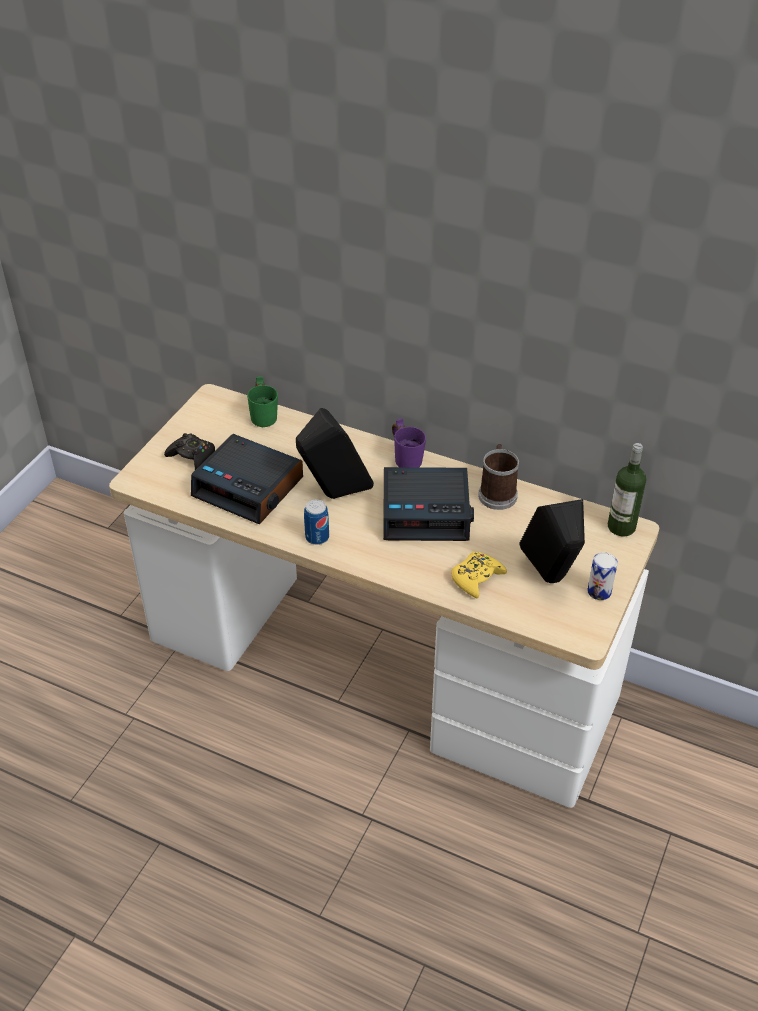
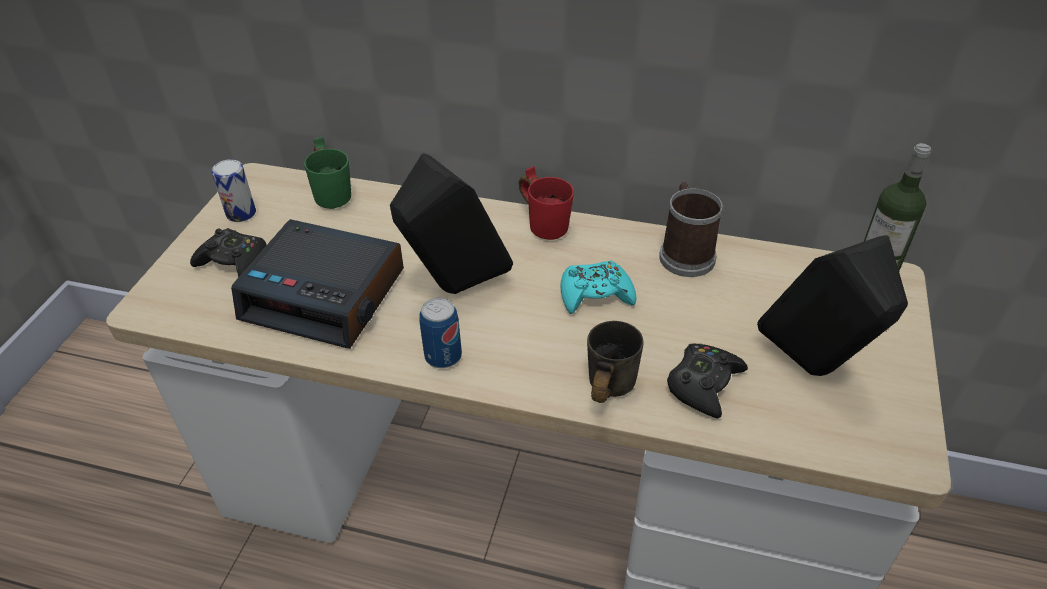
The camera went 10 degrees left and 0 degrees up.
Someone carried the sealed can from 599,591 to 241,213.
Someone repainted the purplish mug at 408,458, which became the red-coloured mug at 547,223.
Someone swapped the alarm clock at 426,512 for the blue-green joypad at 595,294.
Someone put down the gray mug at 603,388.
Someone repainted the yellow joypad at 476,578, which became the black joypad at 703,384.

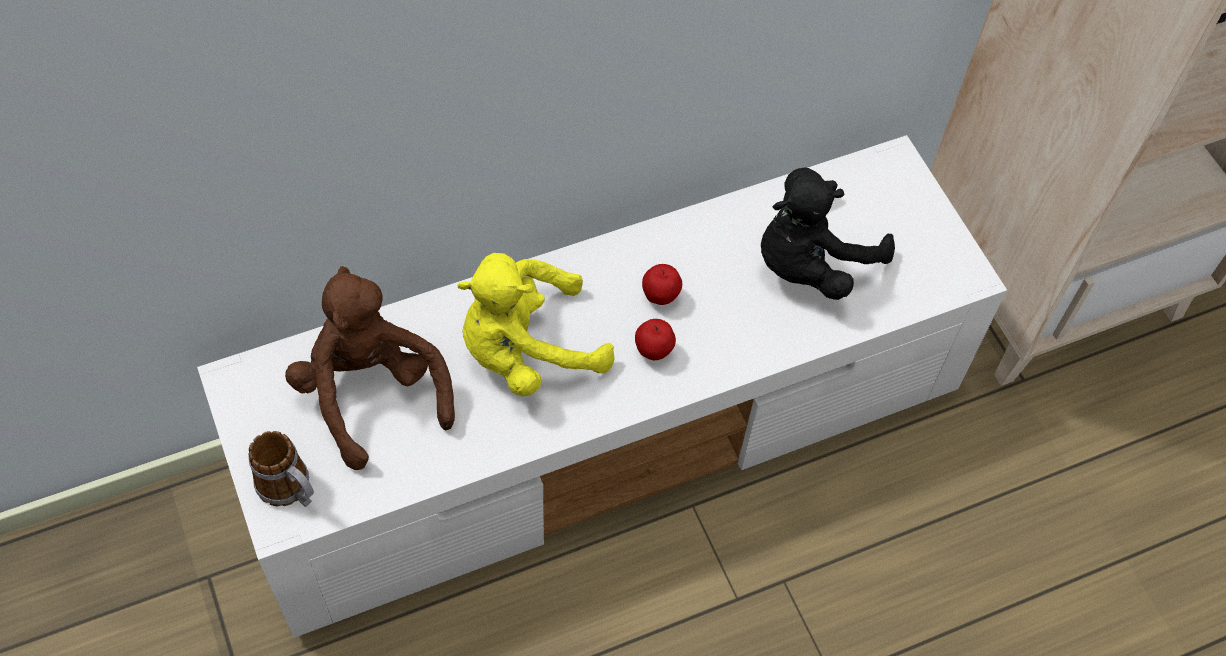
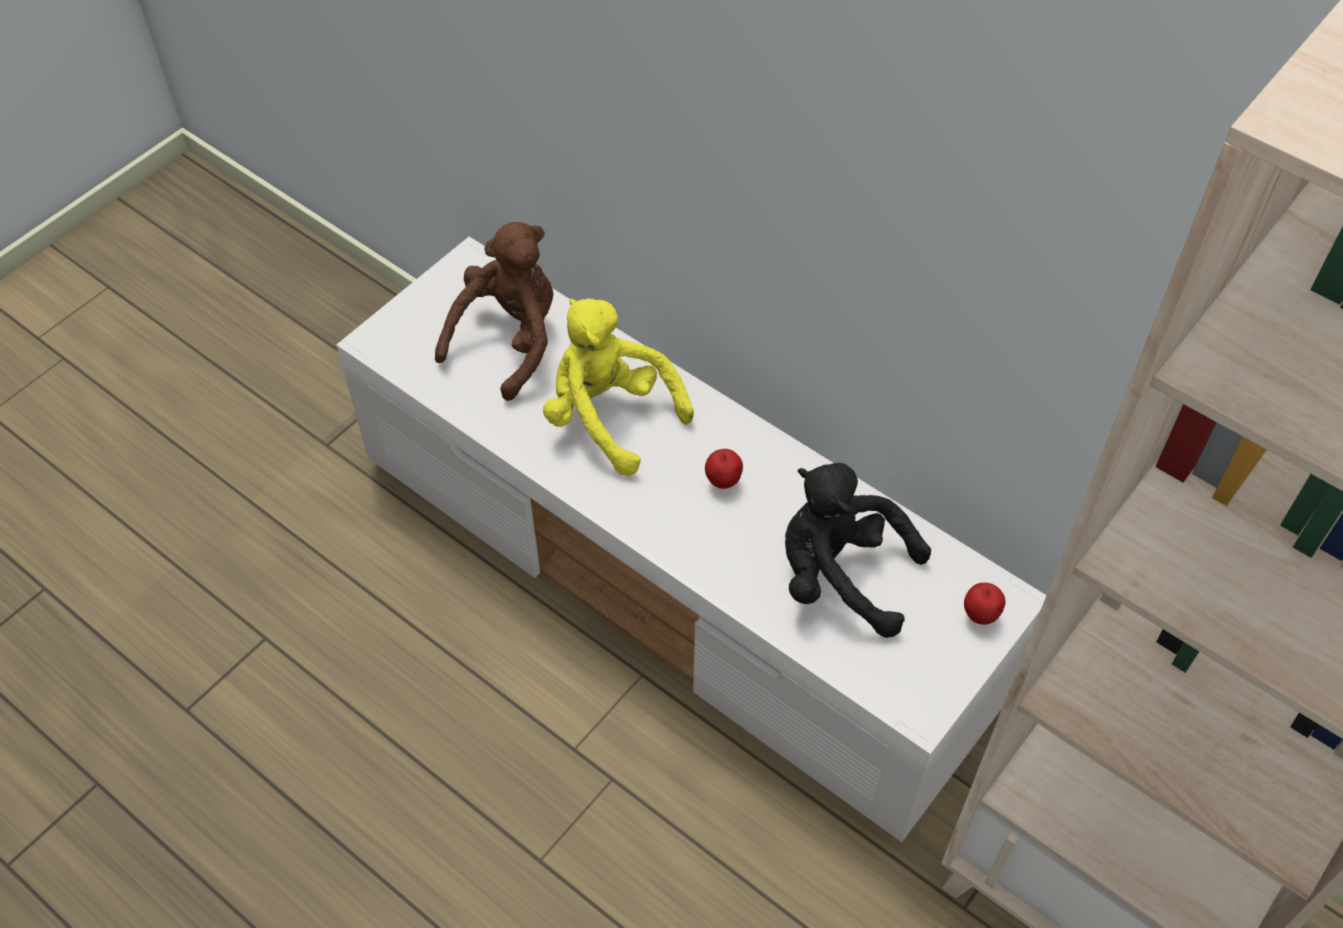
The camera went 65 degrees right and 5 degrees down.
Someone carried the apple from 653,352 to 979,616.
Someone took away the mug at 291,490.

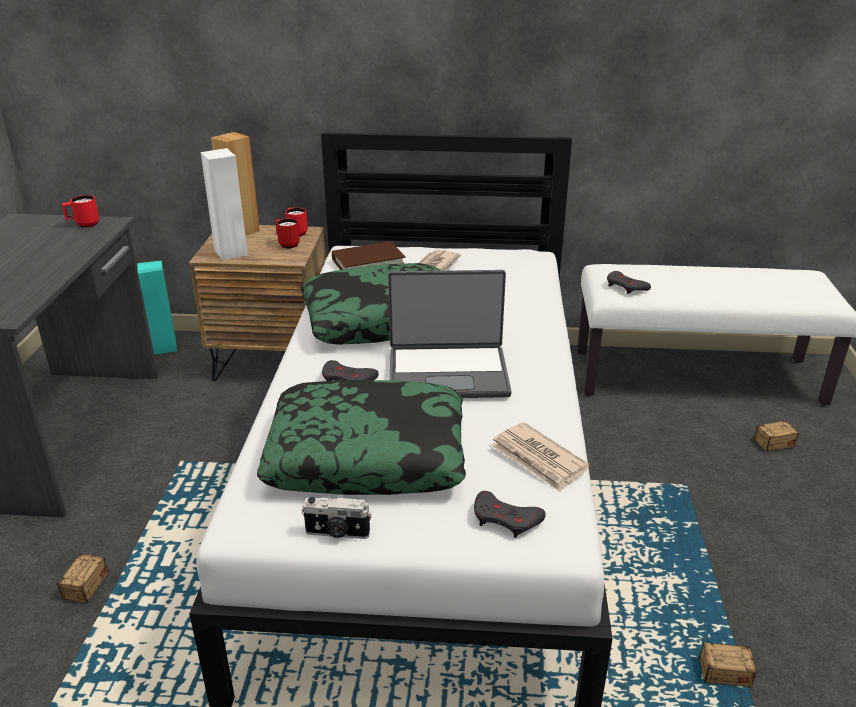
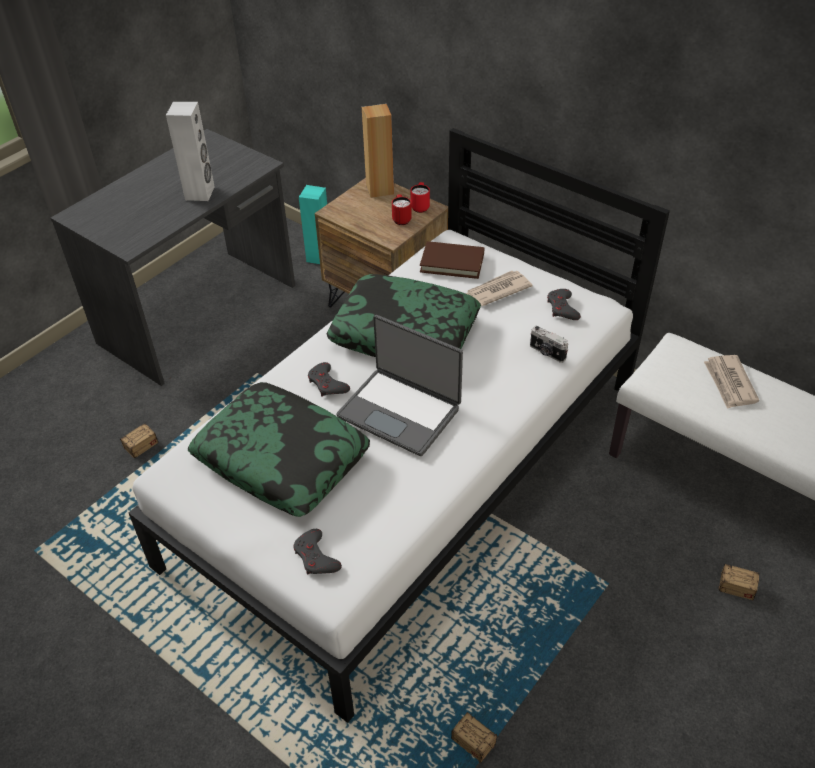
The camera went 35 degrees right and 15 degrees up.
Someone carried the white-coloured loudspeaker from 231,252 to 200,193.
Someone carried the still camera from 337,533 to 547,353.
Someone carried the gray joypad from 626,286 to 562,308.
Someone carried the newspaper from 538,459 to 729,383.
Someone took away the red-coloured mug at 83,225.

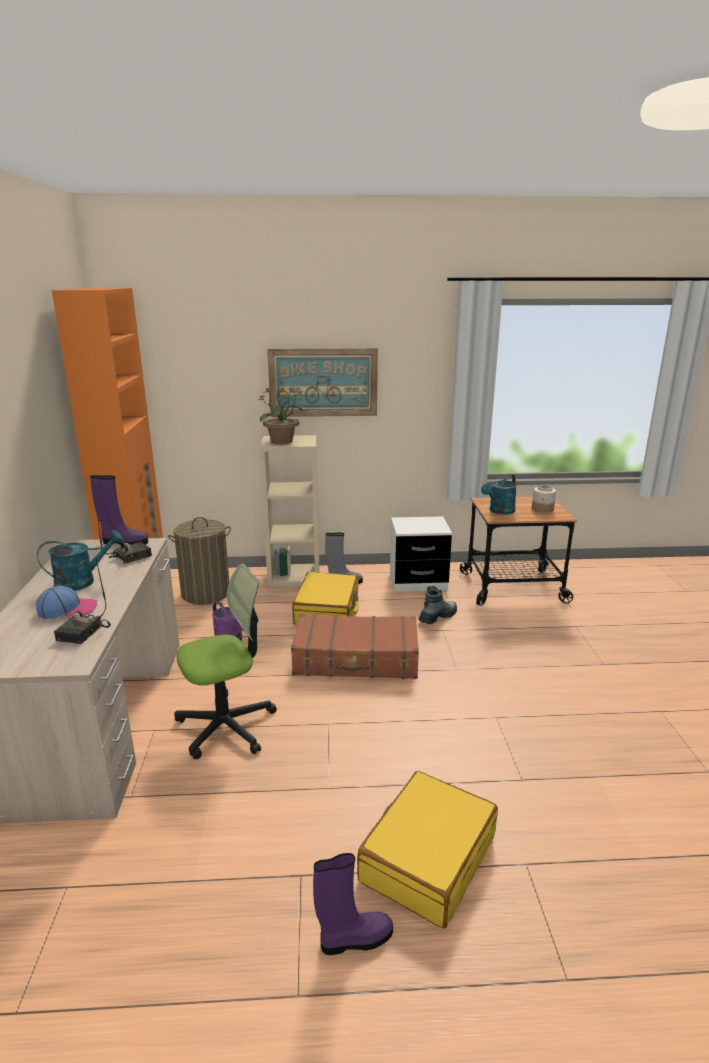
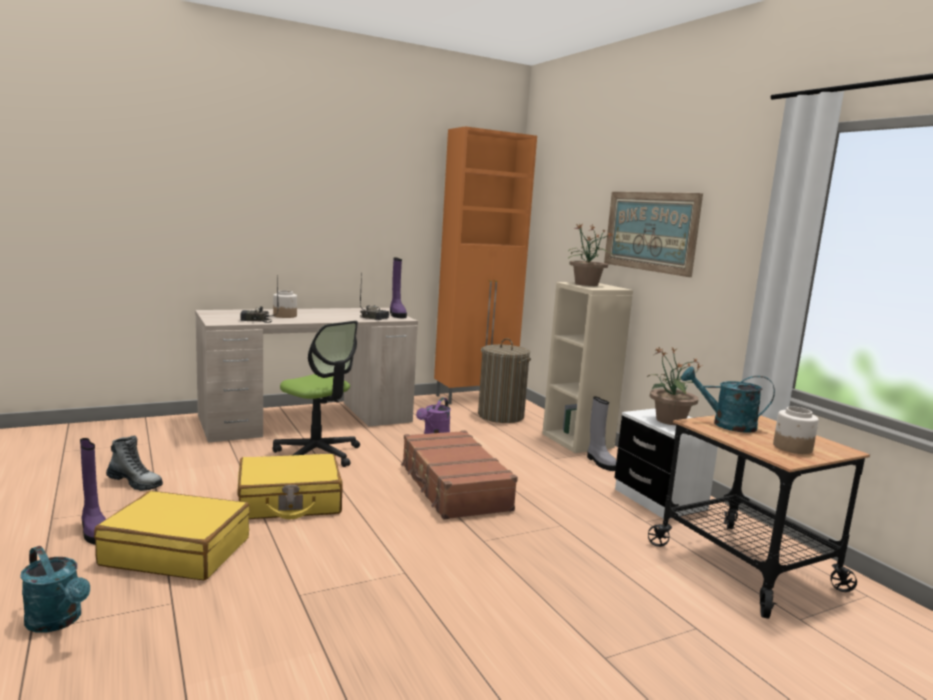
The camera went 65 degrees right and 10 degrees down.
Someone carried the blue-green sprinkling can from 82,581 to 58,621.
Someone carried the high-top boot from 437,617 to 135,483.
Someone carried the yellow piece of luggage from 327,611 to 289,501.
Someone swapped the baseball cap at 68,609 for the preserve jar at 285,316.
Someone put down the houseplant at 669,421.

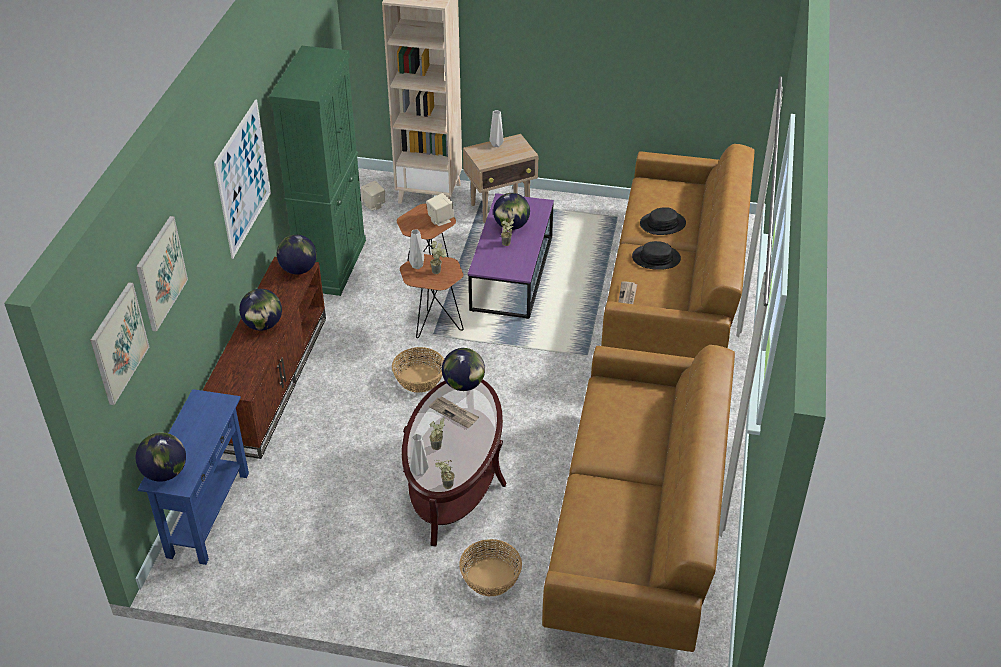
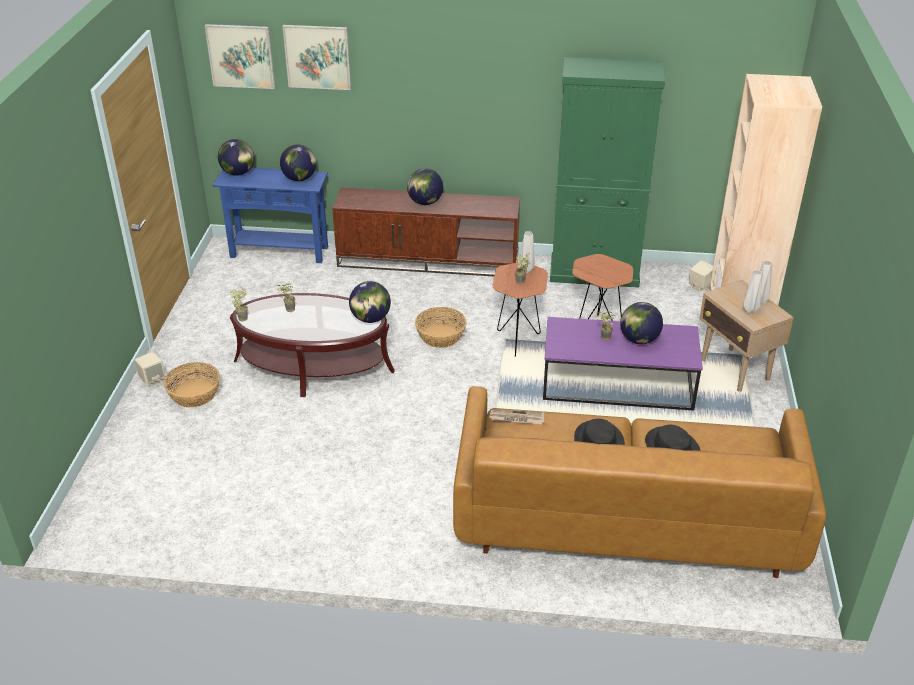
The camera went 85 degrees right and 5 degrees down.
Someone carried the beige-coloured loudspeaker from 440,220 to 152,379.
Someone carried the world globe from 298,269 to 300,179.
Someone carried the gray decorative vase from 418,471 to 750,310.
Someone took away the wall picture at 243,178.
Someone took away the newspaper at 454,413.
Someone took away the brown-coloured settee at 638,525.

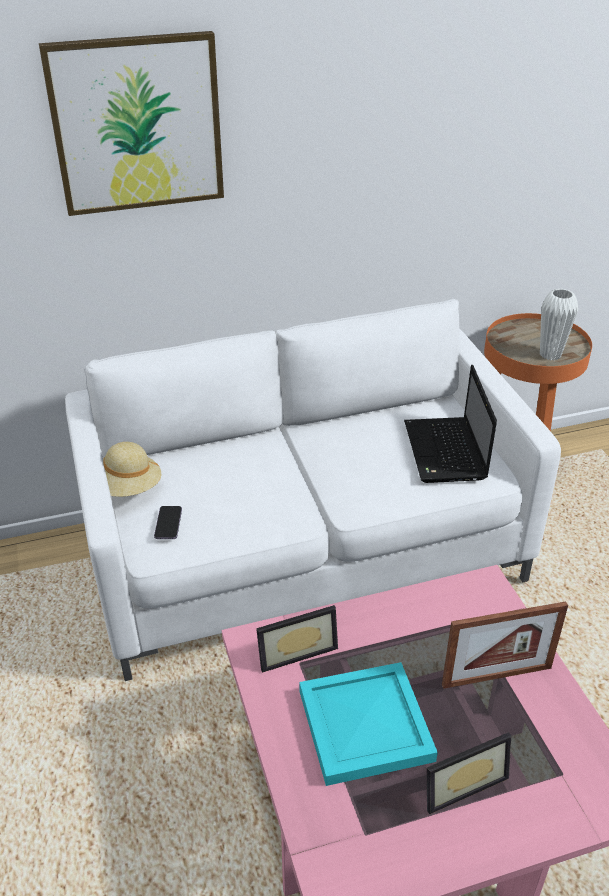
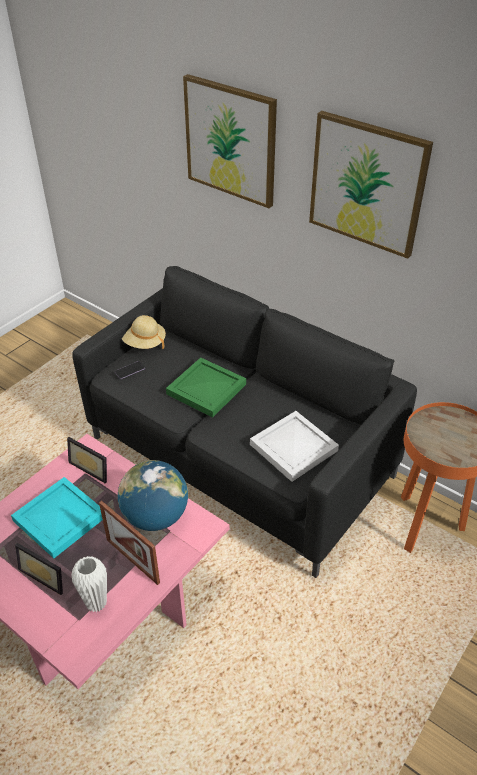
The camera went 55 degrees right and 5 degrees up.
Someone carried the white-coloured decorative vase from 550,355 to 96,603.
Someone repainted the white-coloured settee at 304,557, which became the black settee at 239,458.
Someone put down the world globe at 155,516.
Someone put down the green serving tray at 207,389.
Someone swapped the portable computer at 446,452 for the white-coloured serving tray at 293,449.
Someone put up the wall picture at 367,184.

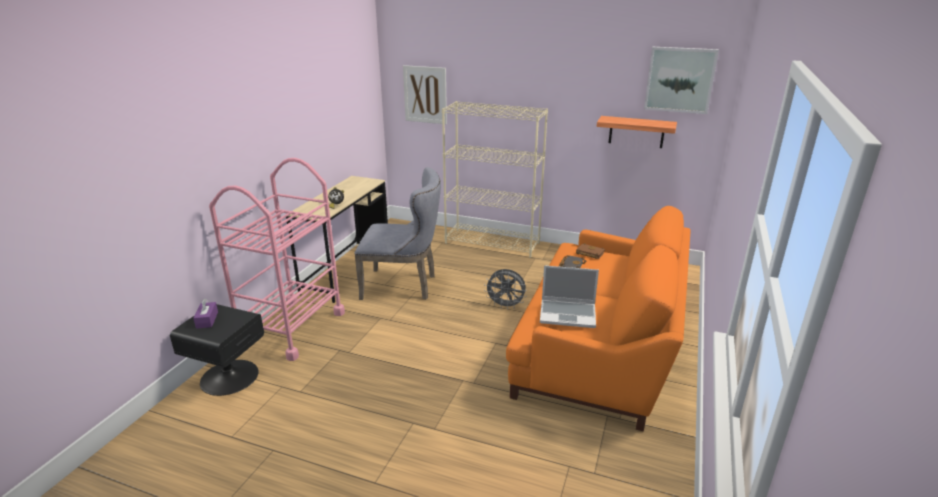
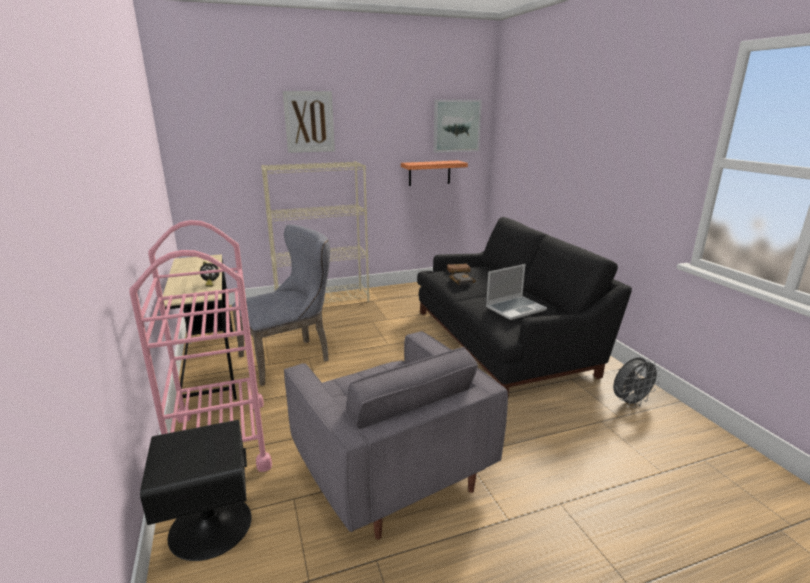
The camera went 40 degrees left and 5 degrees down.
Someone carried the wall picture from 425,94 to 309,122.
Someone put down the gray easy chair at 390,468.
Someone repainted the orange-coloured settee at 601,346, which became the black settee at 504,340.
Someone carried the gray cooling fan from 505,306 to 630,402.
Someone took away the purplish tissue box at 207,320.

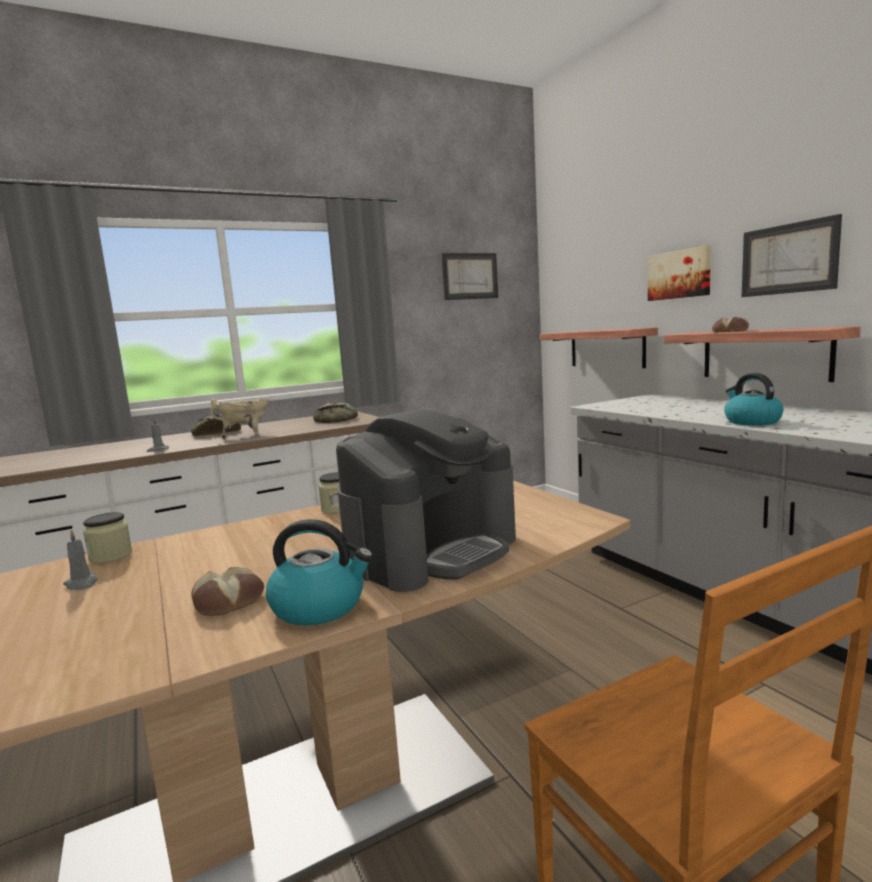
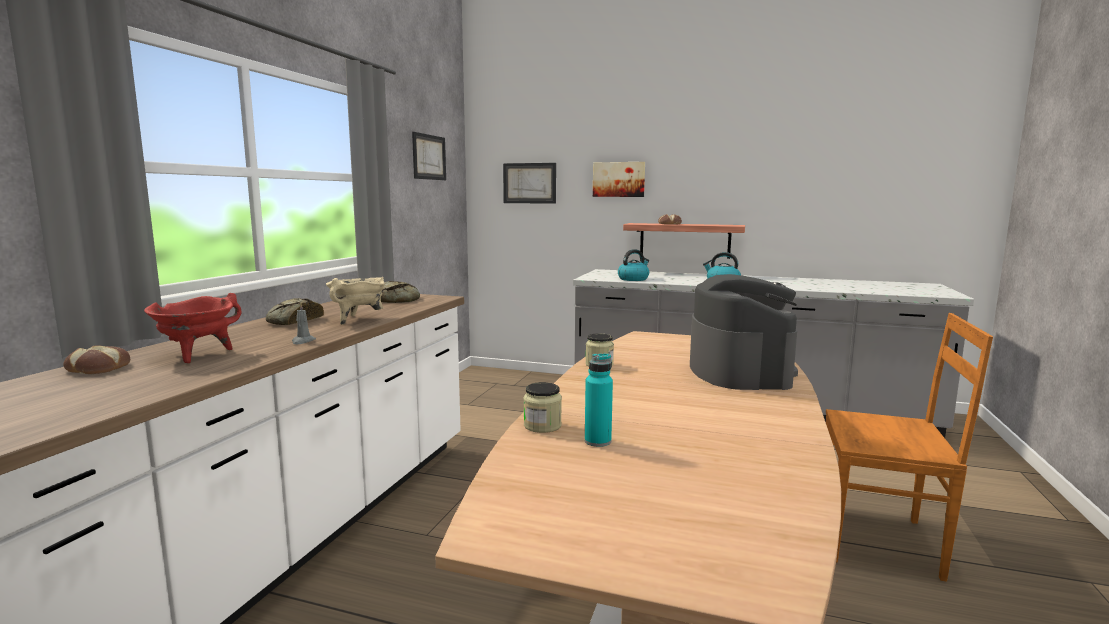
The camera went 45 degrees left and 0 degrees up.
Someone carried the bakery bread from 229,600 to 99,368.
Someone put down the red-coloured cooking pot at 197,355.
Someone carried the wall picture from 788,259 to 529,183.
Someone swapped the gray wax light at 82,584 for the blue-green bottle at 597,441.
Someone carried the water kettle from 320,606 to 633,279.
Someone took away the wall shelf at 606,348.

